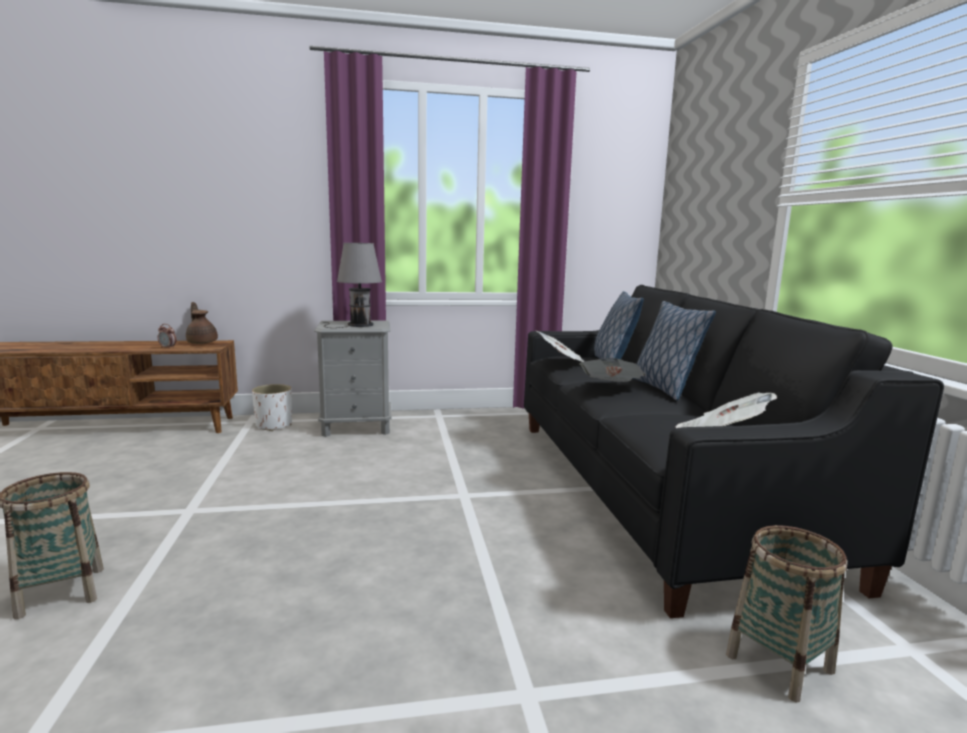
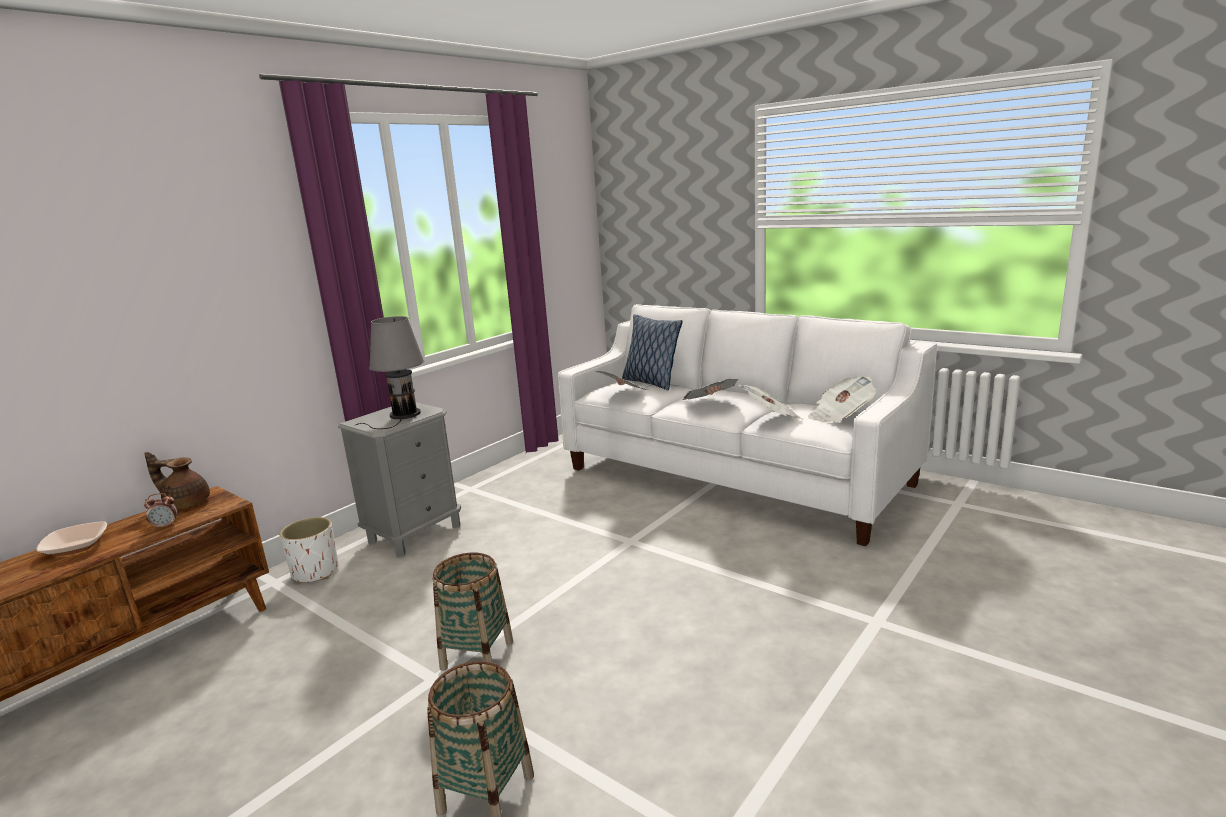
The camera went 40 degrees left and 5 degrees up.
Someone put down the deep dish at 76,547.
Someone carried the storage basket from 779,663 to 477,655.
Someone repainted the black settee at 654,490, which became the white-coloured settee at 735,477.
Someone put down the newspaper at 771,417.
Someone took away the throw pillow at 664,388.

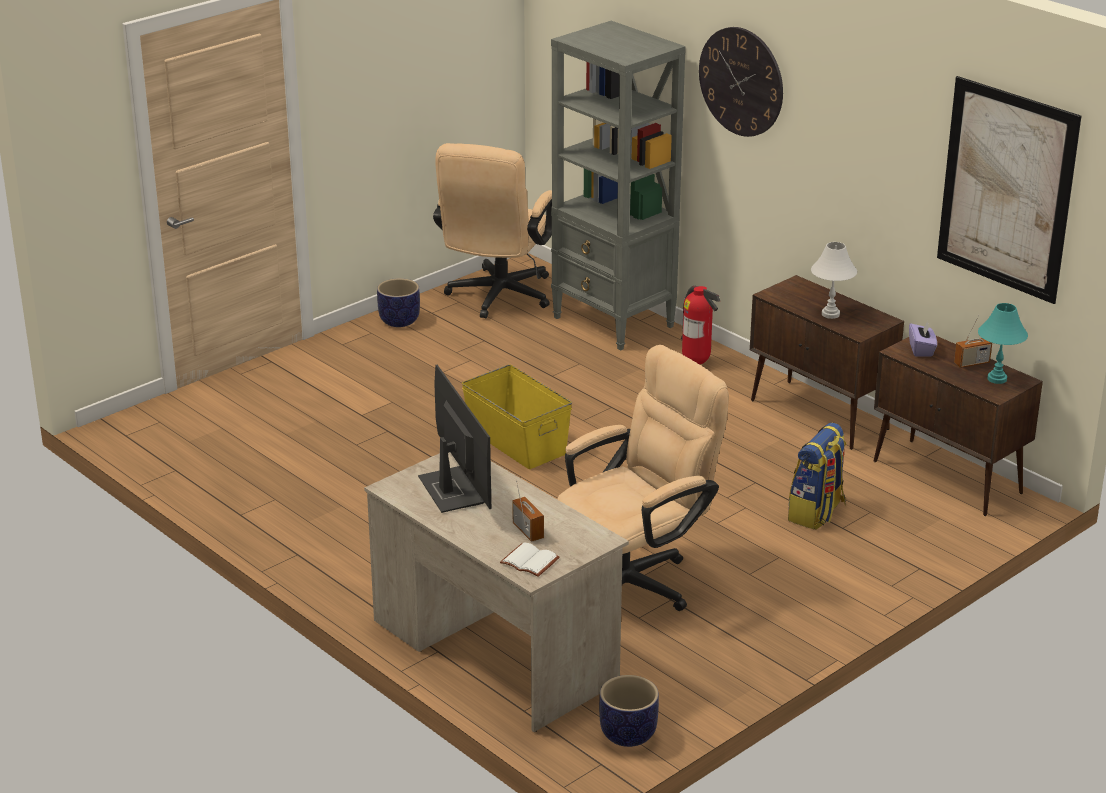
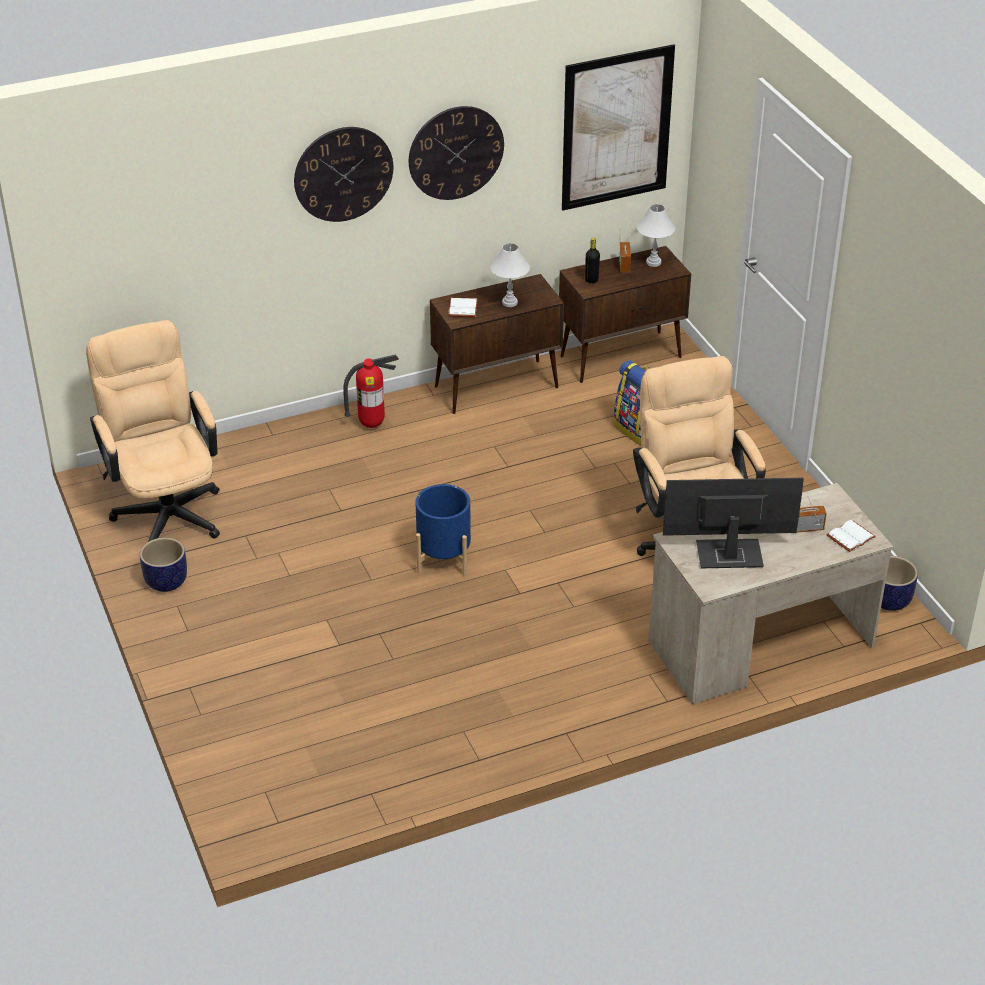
The camera went 70 degrees left and 10 degrees up.
Someone rotated the beige-coloured office chair at 496,298 by 150 degrees counterclockwise.
Someone put up the hanging clock at 456,152.
Someone swapped the yellow storage container at 517,441 for the blue flower pot at 444,558.
Someone put down the white-coloured bound book at 462,308.
Someone swapped the purplish tissue box at 921,349 for the black bottle at 591,280.
Someone repainted the blue-green lamp for a table at 996,379, which became the white-coloured lamp for a table at 653,262.
Someone took away the gray bookcase at 614,322.

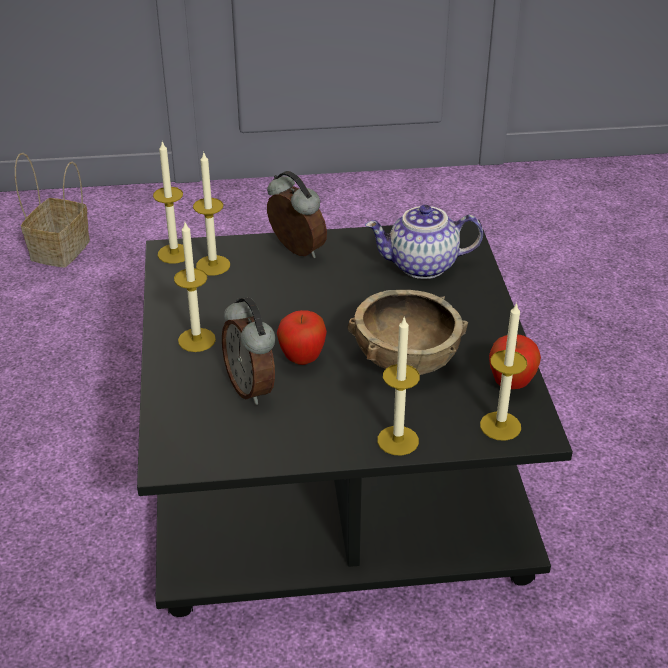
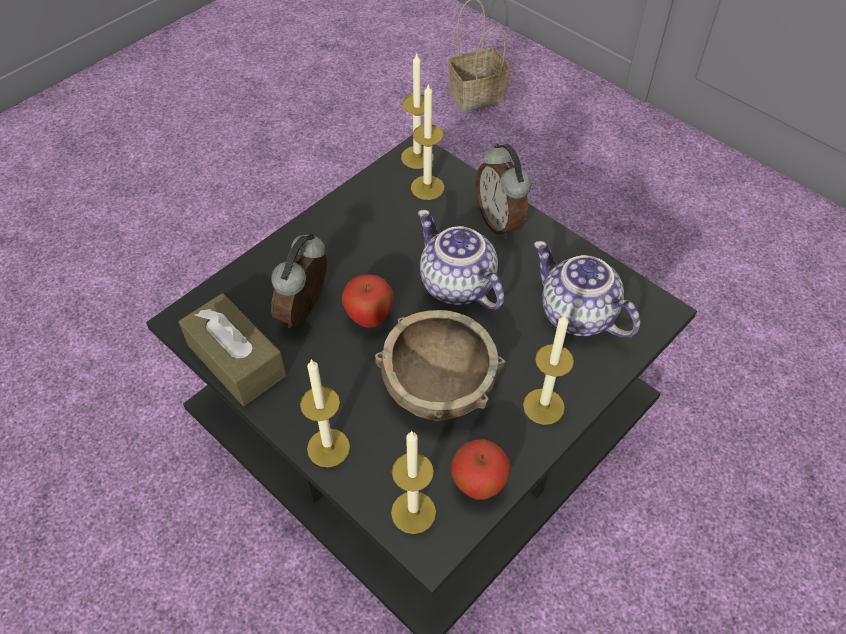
The camera went 50 degrees right and 15 degrees up.
Someone put down the brown-coloured tissue box at 236,360.
Someone put down the pot for tea at 455,286.
Someone rotated the alarm clock at 295,251 by 150 degrees clockwise.
Someone carried the wax light from 196,340 to 543,406.

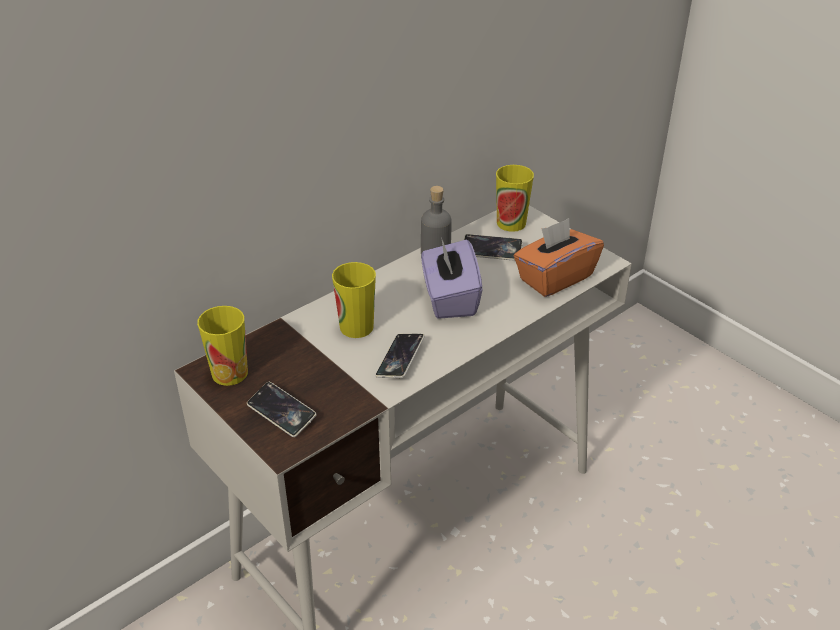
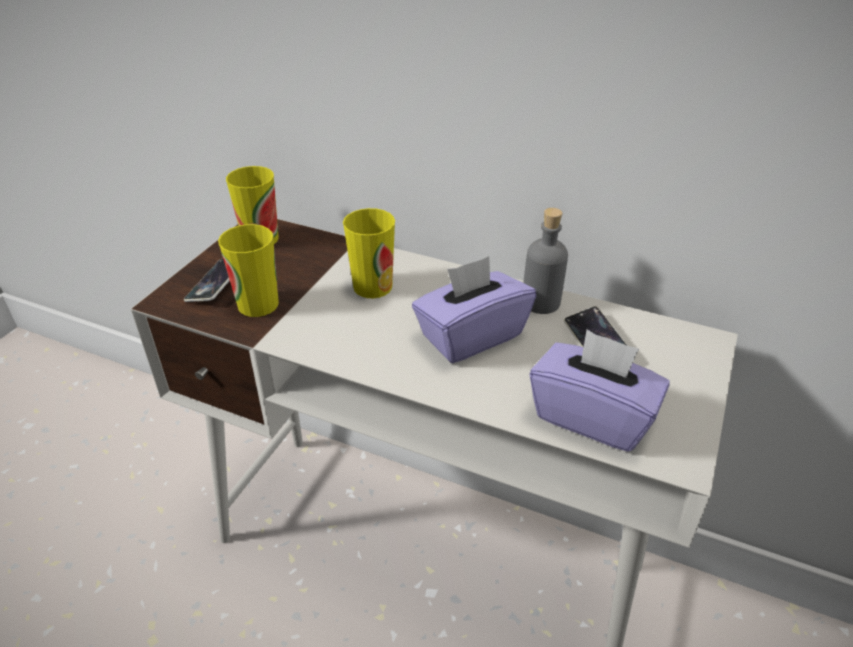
The camera went 65 degrees right and 0 degrees up.
Someone carried the small cup from 511,223 to 258,304.
Someone repainted the orange-coloured tissue box at 555,277, which became the purplish tissue box at 592,416.
Someone took away the handset at 400,359.

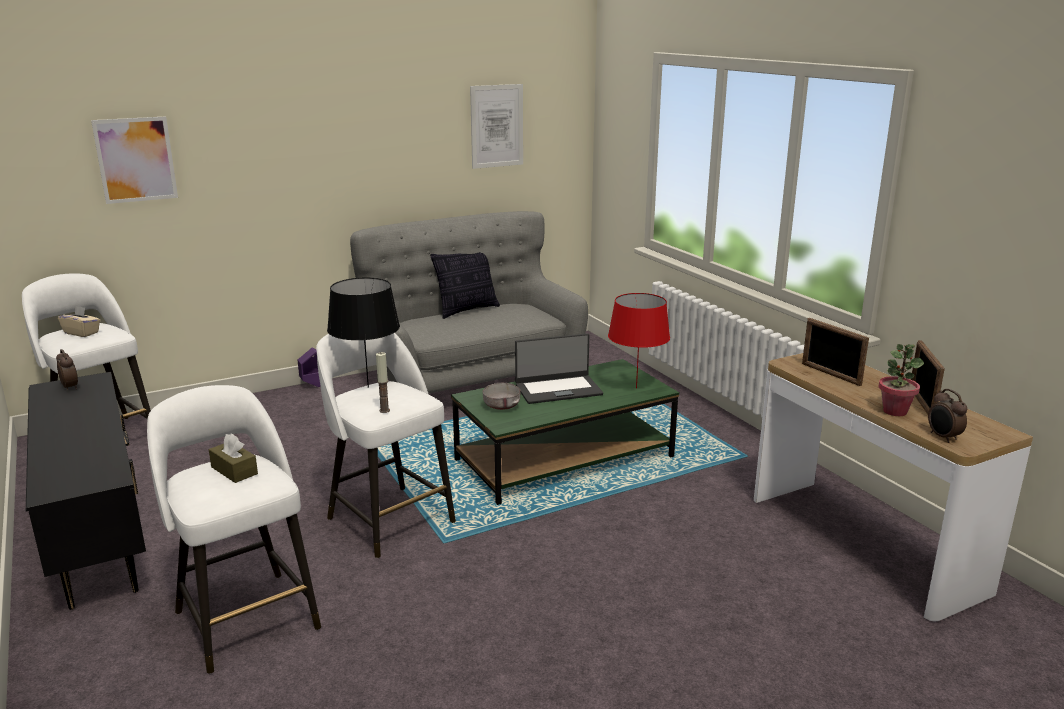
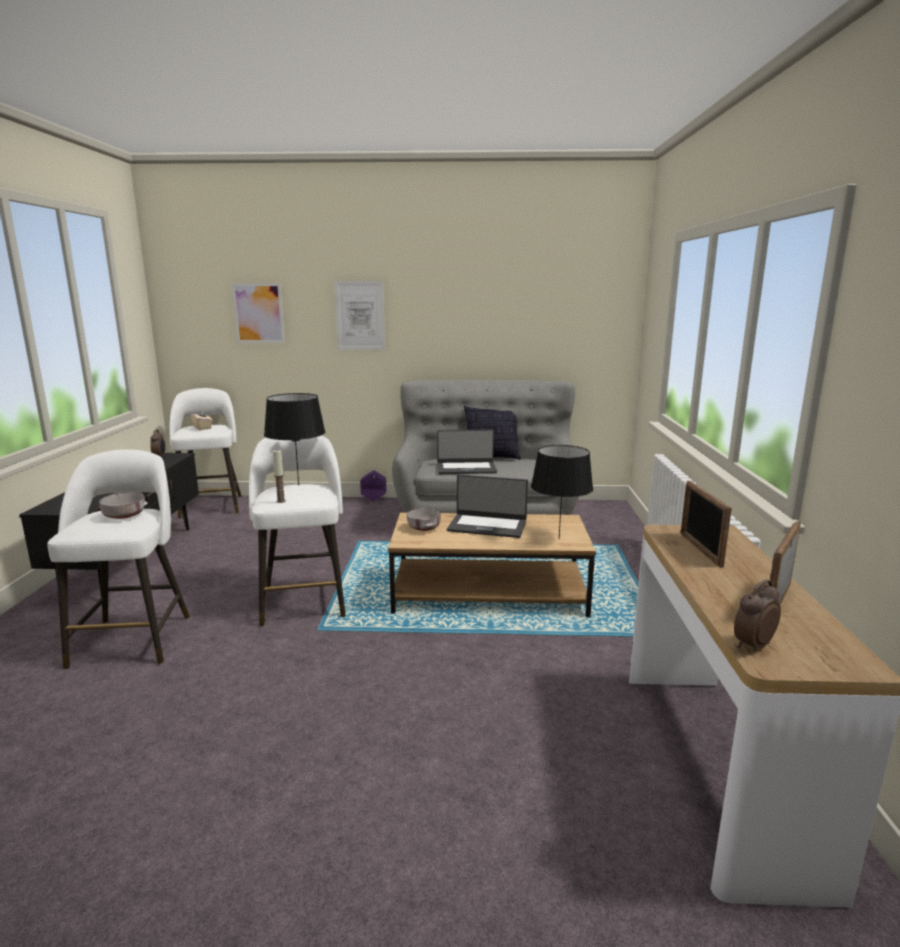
The camera went 30 degrees right and 5 degrees down.
Someone swapped the brown-coloured tissue box at 234,470 for the gray deep dish at 124,516.
Someone carried the wall picture from 497,126 to 360,316.
Someone repainted the green lounge table at 564,458, which became the brown-coloured lounge table at 488,592.
Someone put down the portable computer at 466,468.
Someone repainted the red-coloured lamp for a table at 636,387, which became the black lamp for a table at 559,539.
Someone rotated the alarm clock at 943,437 by 45 degrees clockwise.
Someone took away the houseplant at 894,411.

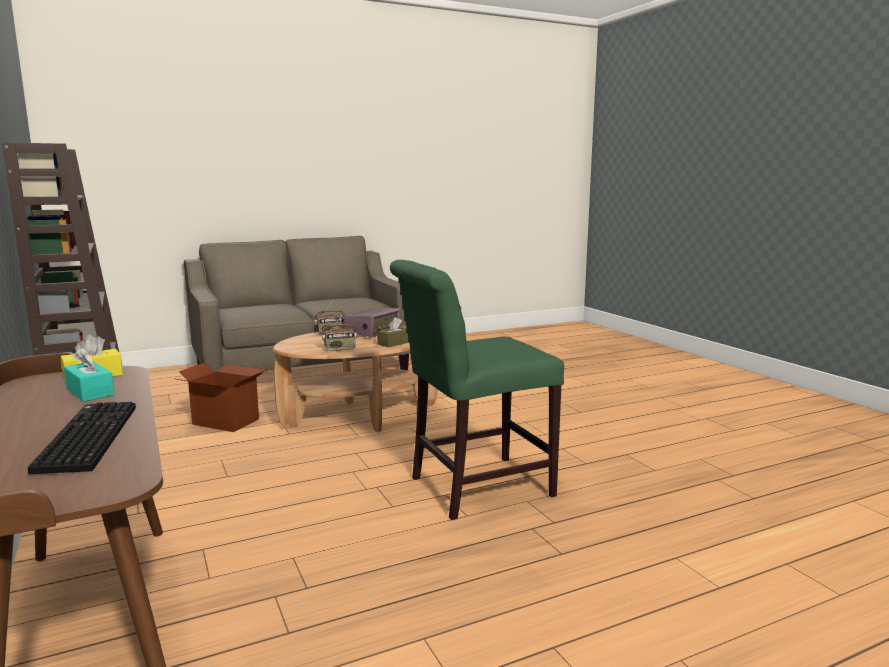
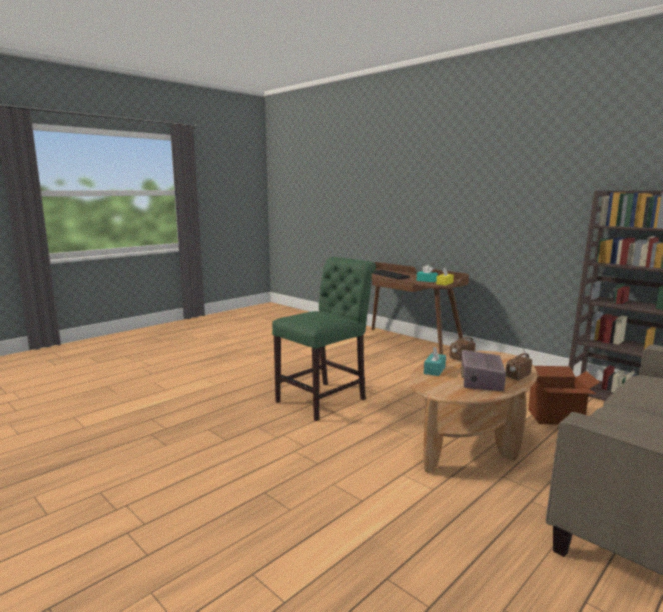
The camera went 160 degrees right and 0 degrees up.
Someone repainted the brown-coloured tissue box at 394,343, which became the blue-green tissue box at 434,370.

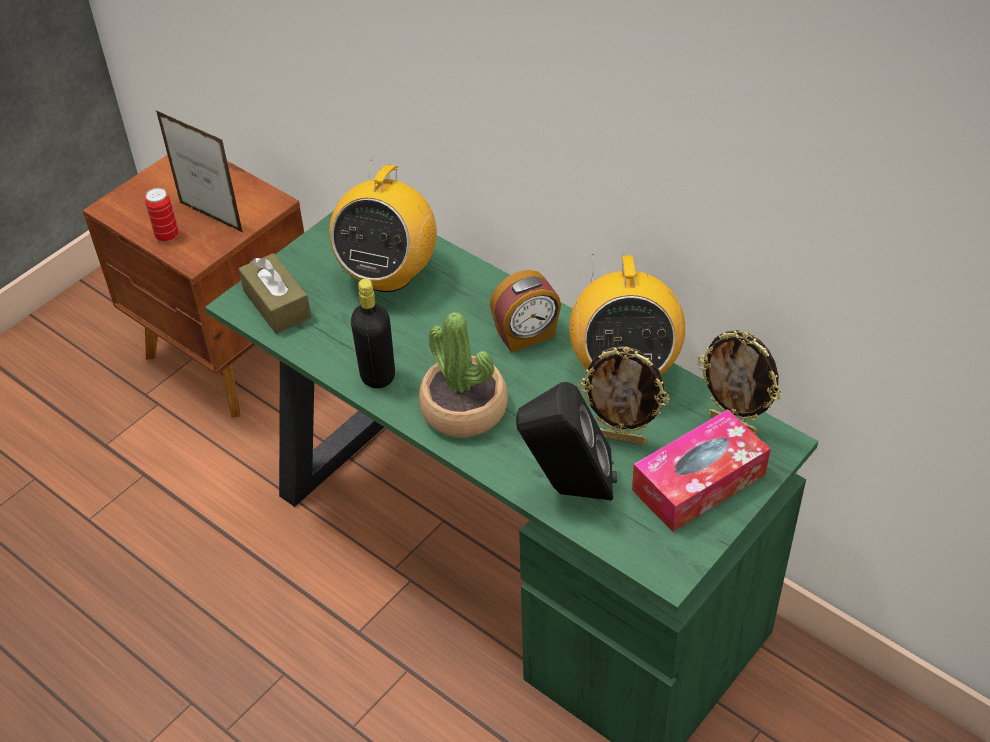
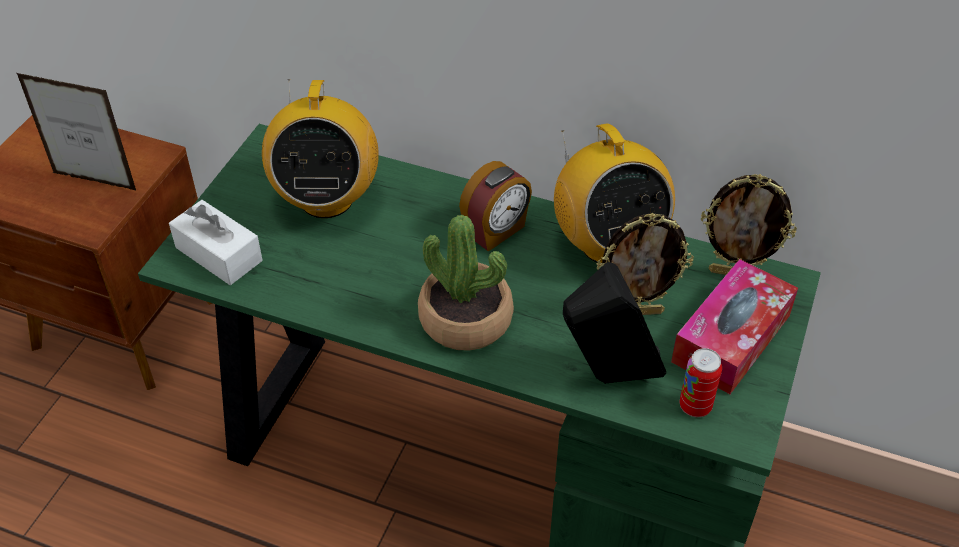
The camera went 20 degrees left and 0 degrees up.
Someone repainted the brown-coloured tissue box at 277,304, which became the white-coloured tissue box at 219,254.
Someone carried the sealed can from 167,236 to 695,406.
Someone took away the black bottle at 377,376.

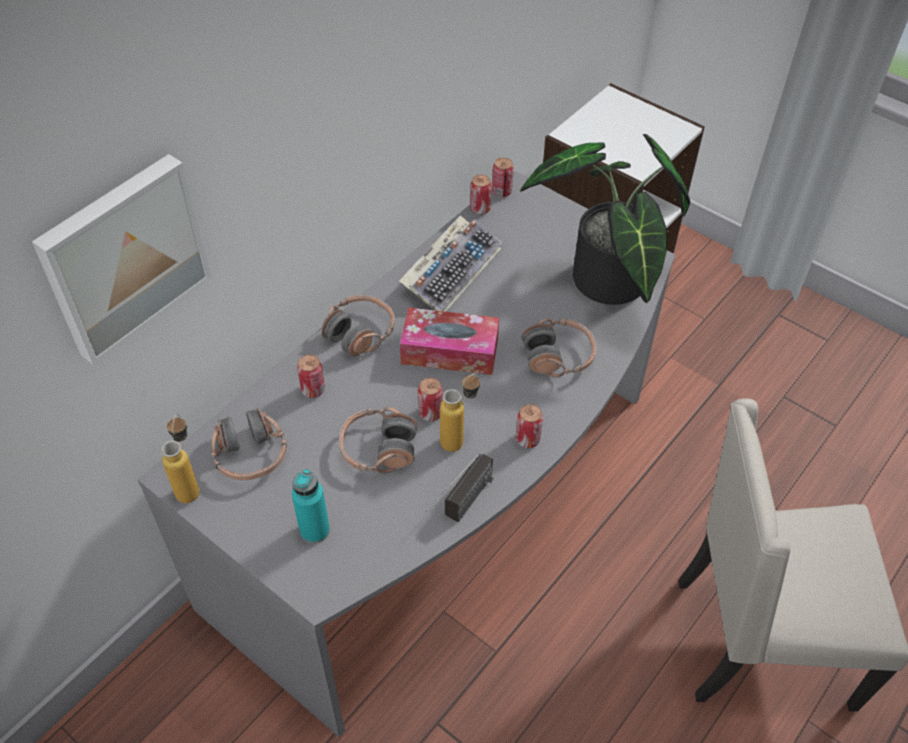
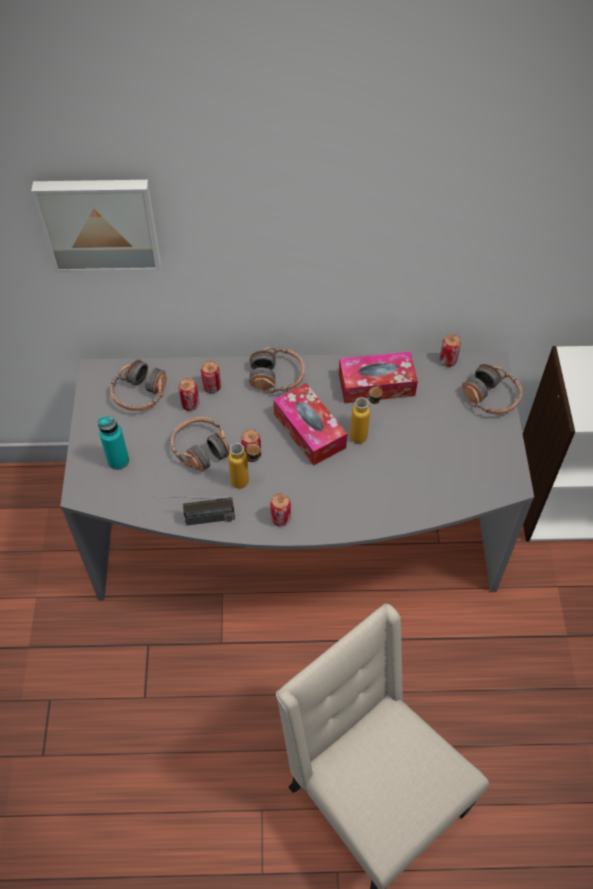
The camera went 50 degrees right and 5 degrees up.
Someone carried the sealed can from 501,192 to 190,404.
Someone swapped the PC keyboard at 451,270 for the tissue box at 376,384.
Someone carried the bottle from 190,485 to 364,433.
Someone carried the pair of headphones from 558,356 to 491,397.
Someone took away the houseplant at 606,286.

